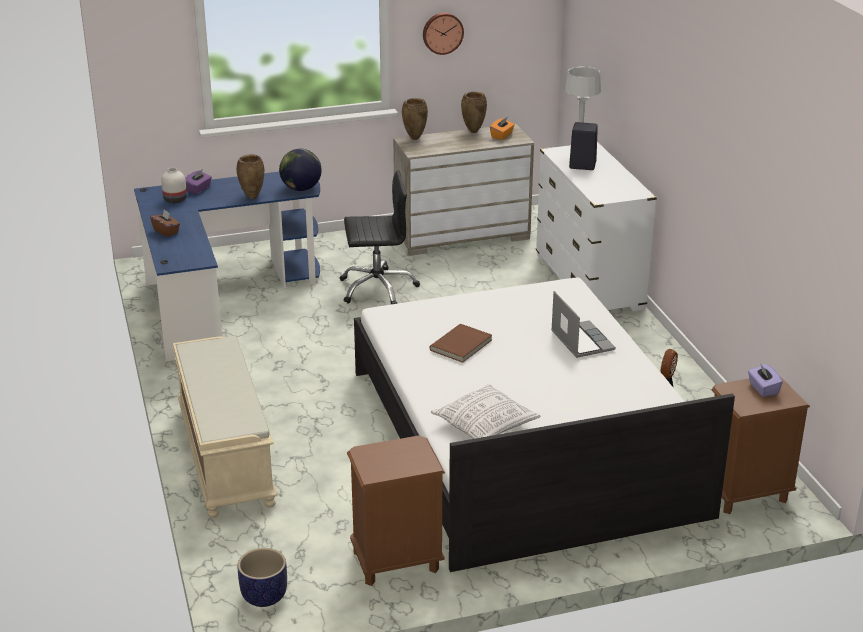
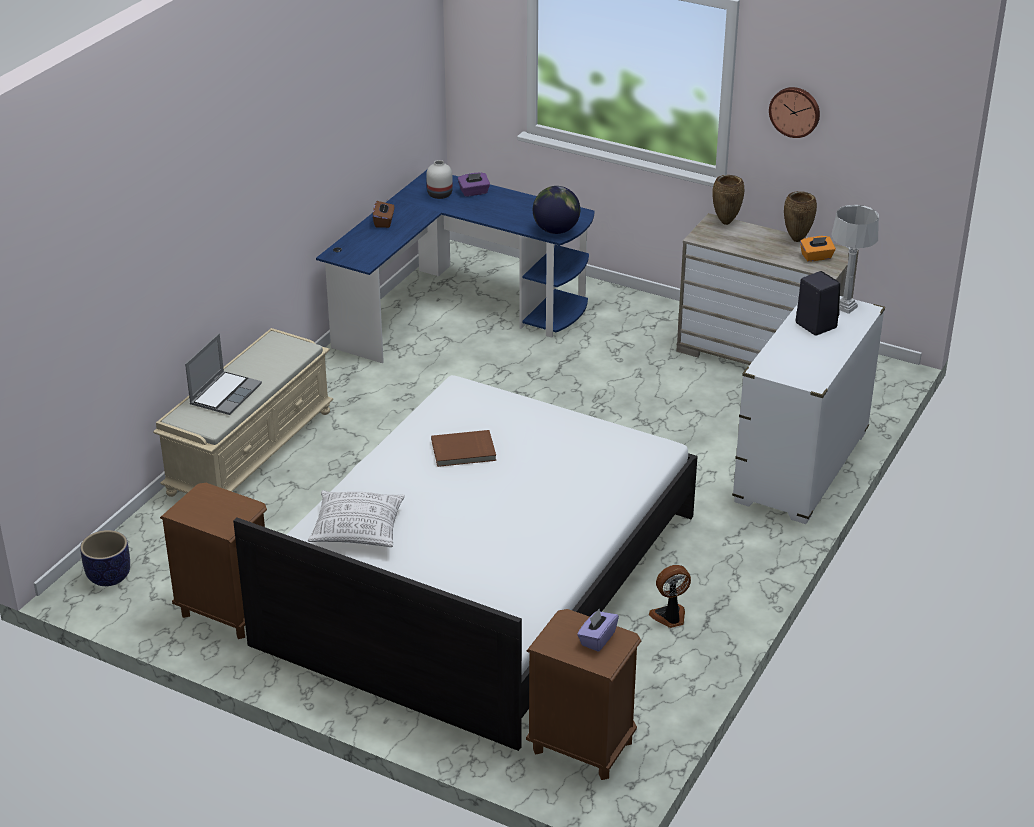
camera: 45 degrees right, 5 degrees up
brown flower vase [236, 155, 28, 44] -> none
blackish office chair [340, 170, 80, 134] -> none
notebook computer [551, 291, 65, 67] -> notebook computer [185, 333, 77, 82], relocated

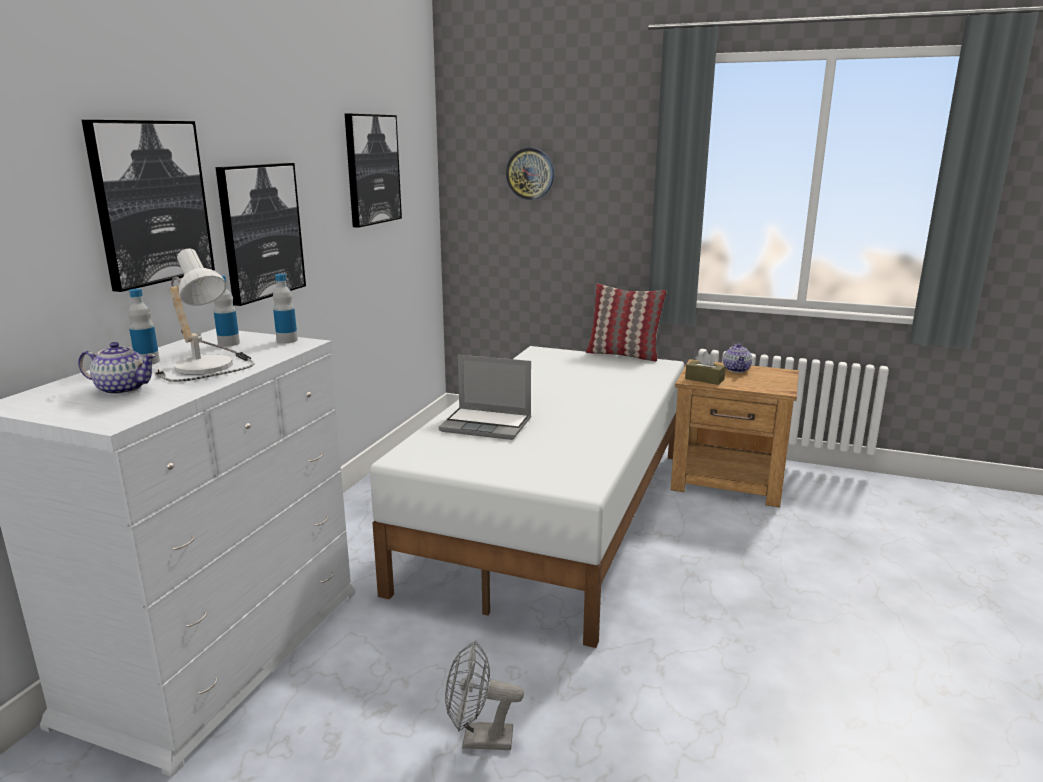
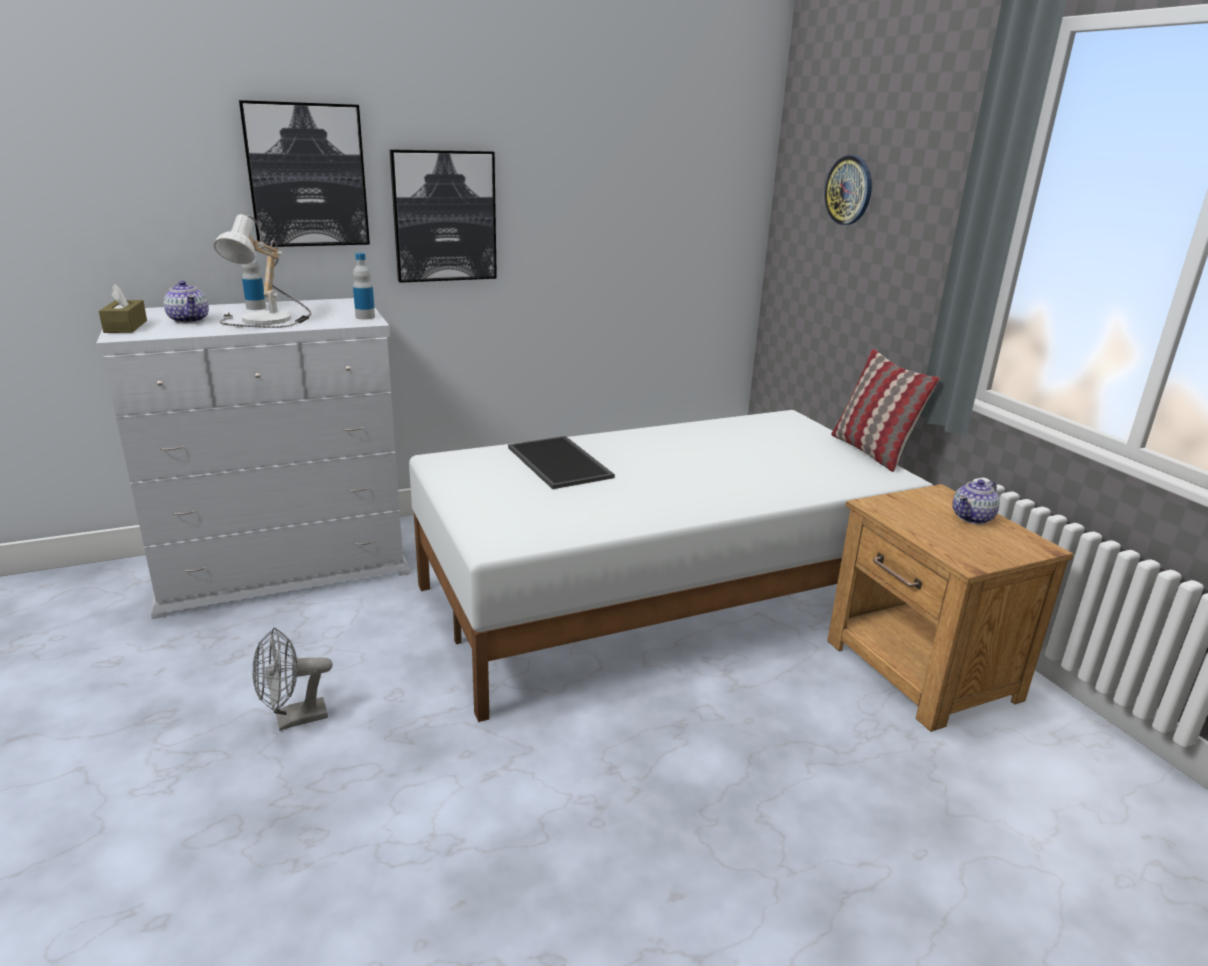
camera: 45 degrees right, 5 degrees up
bottle [214, 276, 26, 71] -> none
wall picture [345, 114, 57, 114] -> none
notebook computer [439, 355, 92, 85] -> carrying tray [508, 436, 107, 53]
grey fan [445, 640, 79, 110] -> grey fan [253, 627, 79, 104], 75 degrees counterclockwise
brown tissue box [685, 351, 41, 34] -> brown tissue box [99, 284, 48, 49], relocated

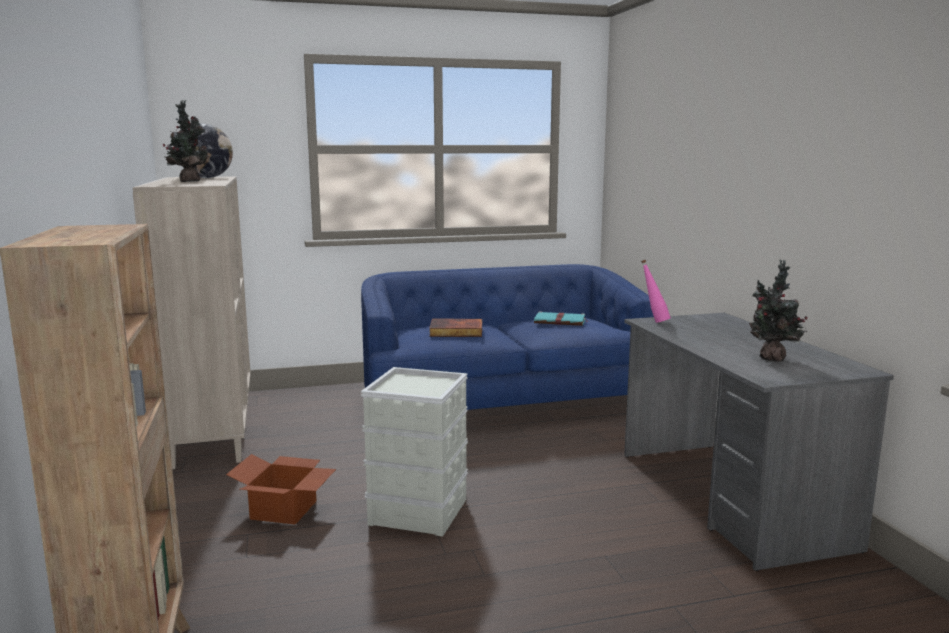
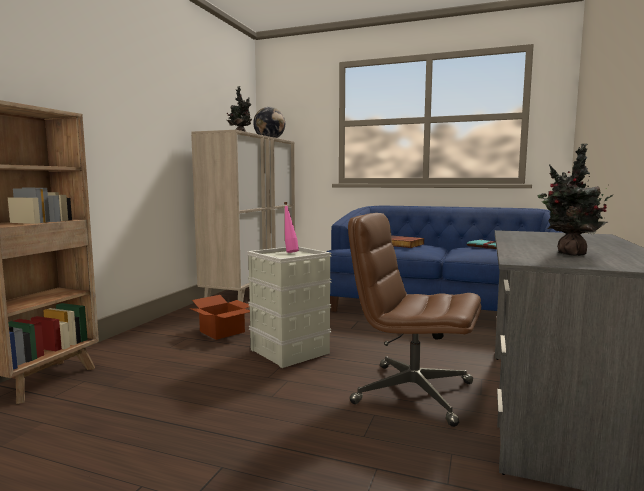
camera: 35 degrees right, 5 degrees down
pink-coloured bottle [641, 260, 30, 63] -> pink-coloured bottle [284, 202, 15, 51], relocated
none -> brown office chair [348, 213, 133, 214]

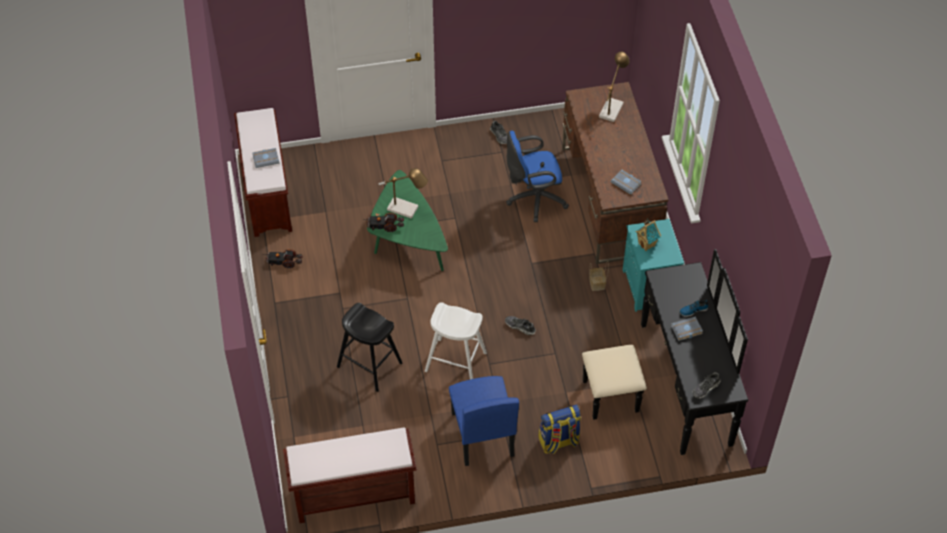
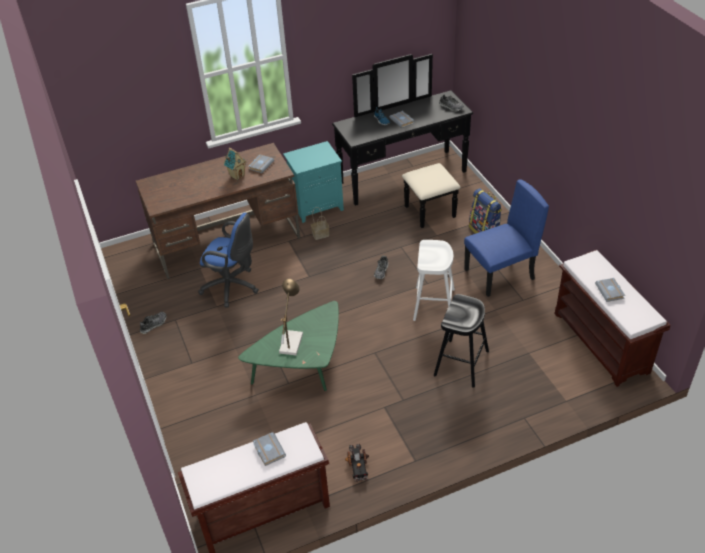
camera: 100 degrees left, 10 degrees down
model truck [363, 213, 41, 19] -> none
blue-coloured office chair [506, 131, 63, 91] -> blue-coloured office chair [198, 213, 61, 94], 45 degrees counterclockwise
tabletop lamp [599, 52, 31, 70] -> none
toy house [635, 218, 26, 33] -> toy house [223, 148, 24, 32], relocated
none -> grey volume [595, 278, 30, 24]

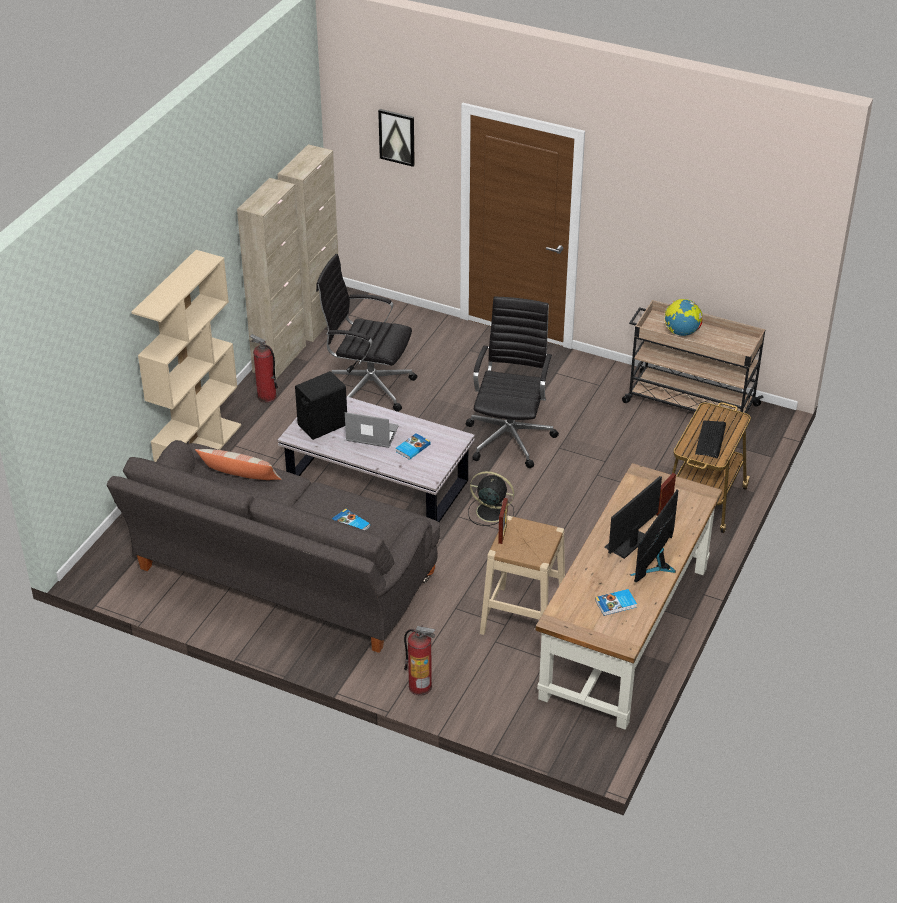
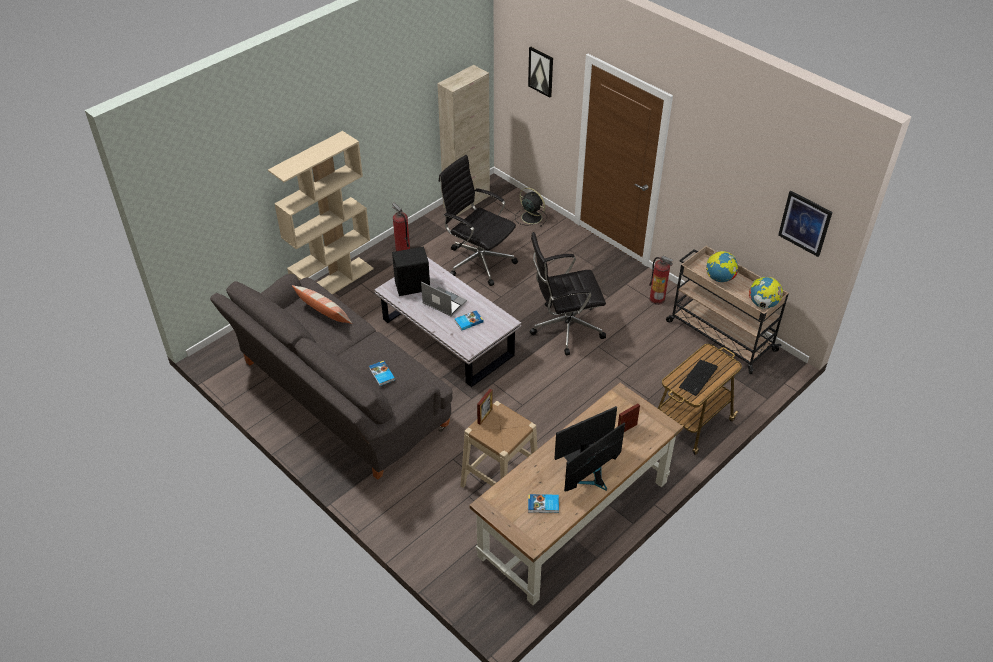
camera: 20 degrees right, 5 degrees up
sand-coloured cabinet [237, 178, 69, 202] -> none
extinguisher [404, 625, 31, 71] -> extinguisher [649, 256, 25, 49], relocated
blackish office chair [466, 297, 93, 171] -> blackish office chair [530, 232, 76, 123], 135 degrees counterclockwise
blackish fan [468, 471, 46, 55] -> blackish fan [515, 188, 32, 39], relocated
none -> desk globe [749, 277, 34, 32]
none -> wall picture [778, 191, 55, 66]

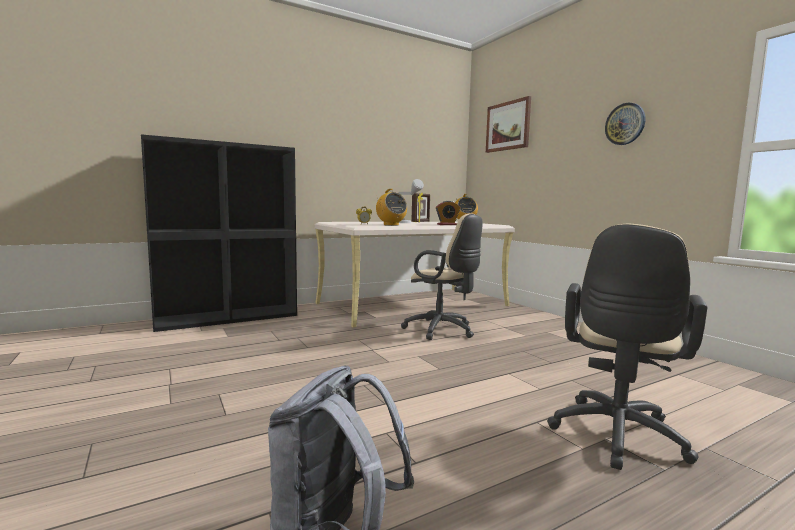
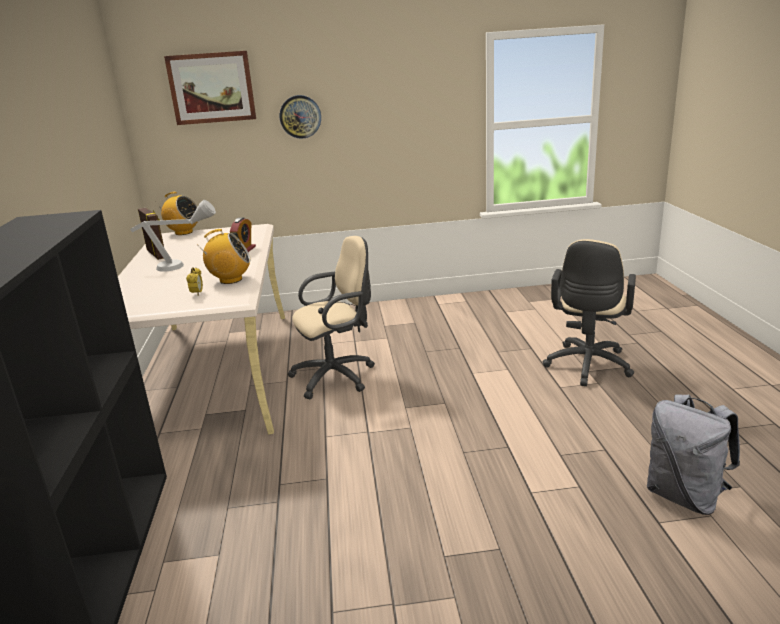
camera: 65 degrees left, 15 degrees up
sand-coloured office chair [547, 224, 160, 246] -> sand-coloured office chair [543, 239, 93, 147], 60 degrees clockwise
clock on the wall [605, 103, 40, 42] -> clock on the wall [280, 95, 41, 44], relocated

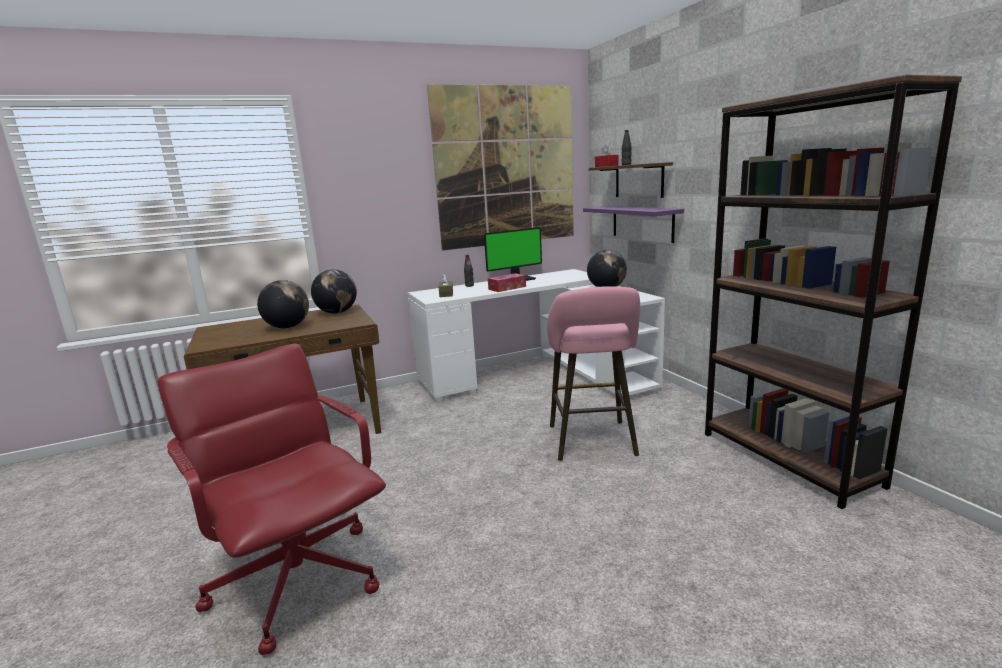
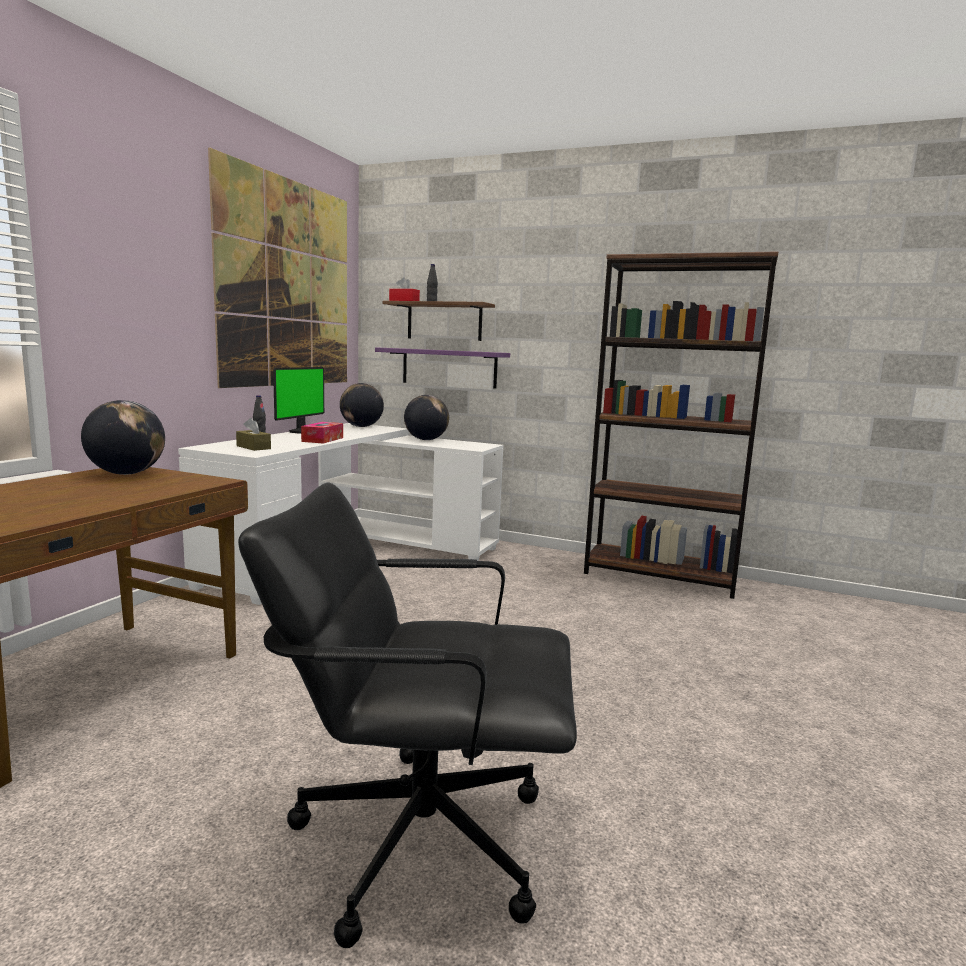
camera: 45 degrees left, 5 degrees down
red-coloured office chair [158, 344, 228, 311] -> blackish office chair [238, 482, 339, 466]
desk globe [257, 280, 52, 48] -> desk globe [340, 383, 44, 44], relocated
pink-coloured stool [547, 286, 93, 175] -> none

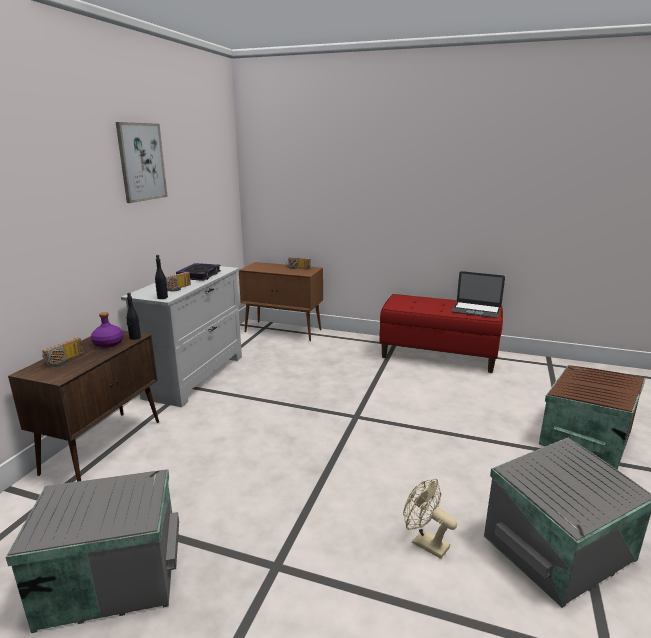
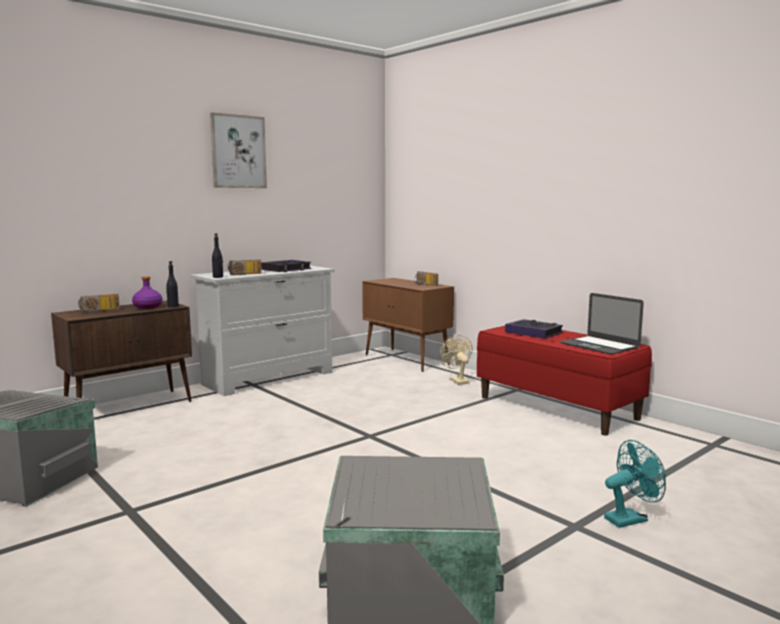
camera: 30 degrees right, 10 degrees down
sand-coloured fan [403, 479, 54, 80] -> sand-coloured fan [440, 335, 32, 50], relocated
brown storage box [539, 365, 107, 105] -> blue-green fan [604, 440, 62, 88]
none -> volume [505, 319, 58, 20]

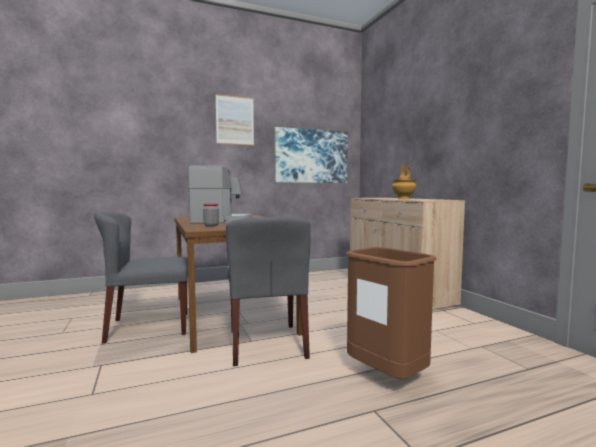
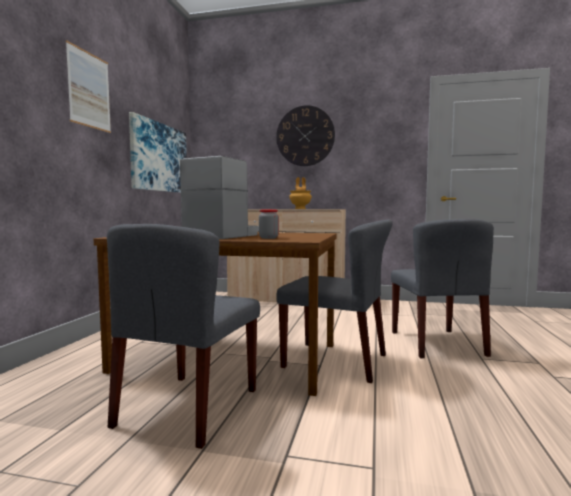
camera: 55 degrees left, 0 degrees up
brown rubbish bin [346, 247, 91, 132] -> grey plain chair [391, 219, 103, 139]
none -> clock on the wall [276, 105, 59, 61]

